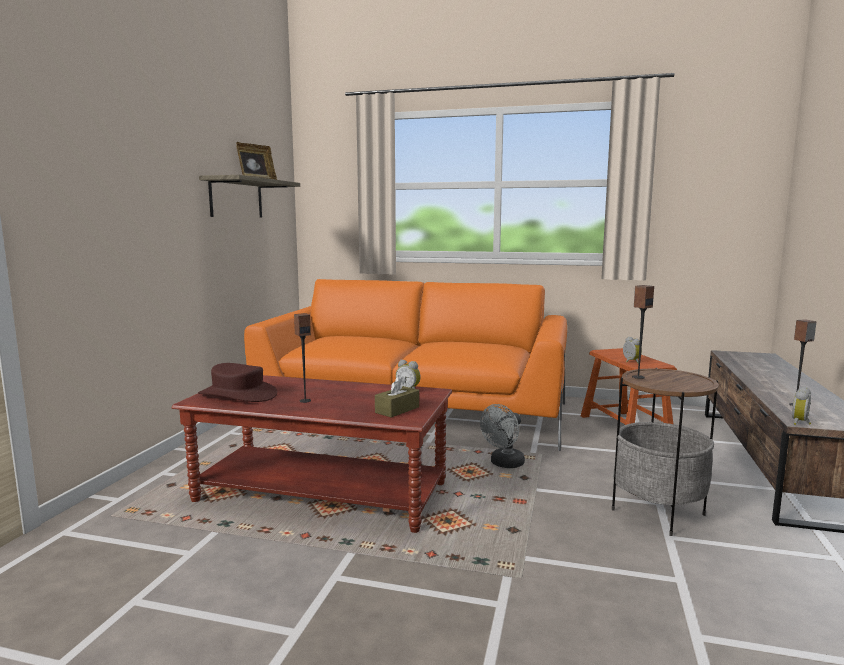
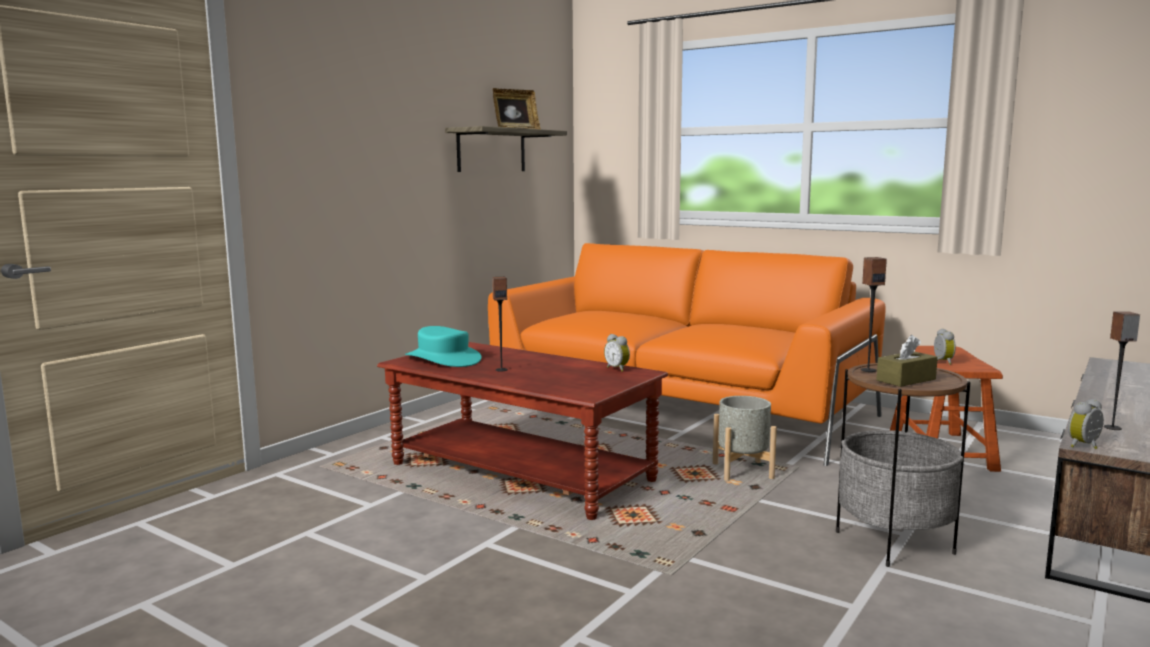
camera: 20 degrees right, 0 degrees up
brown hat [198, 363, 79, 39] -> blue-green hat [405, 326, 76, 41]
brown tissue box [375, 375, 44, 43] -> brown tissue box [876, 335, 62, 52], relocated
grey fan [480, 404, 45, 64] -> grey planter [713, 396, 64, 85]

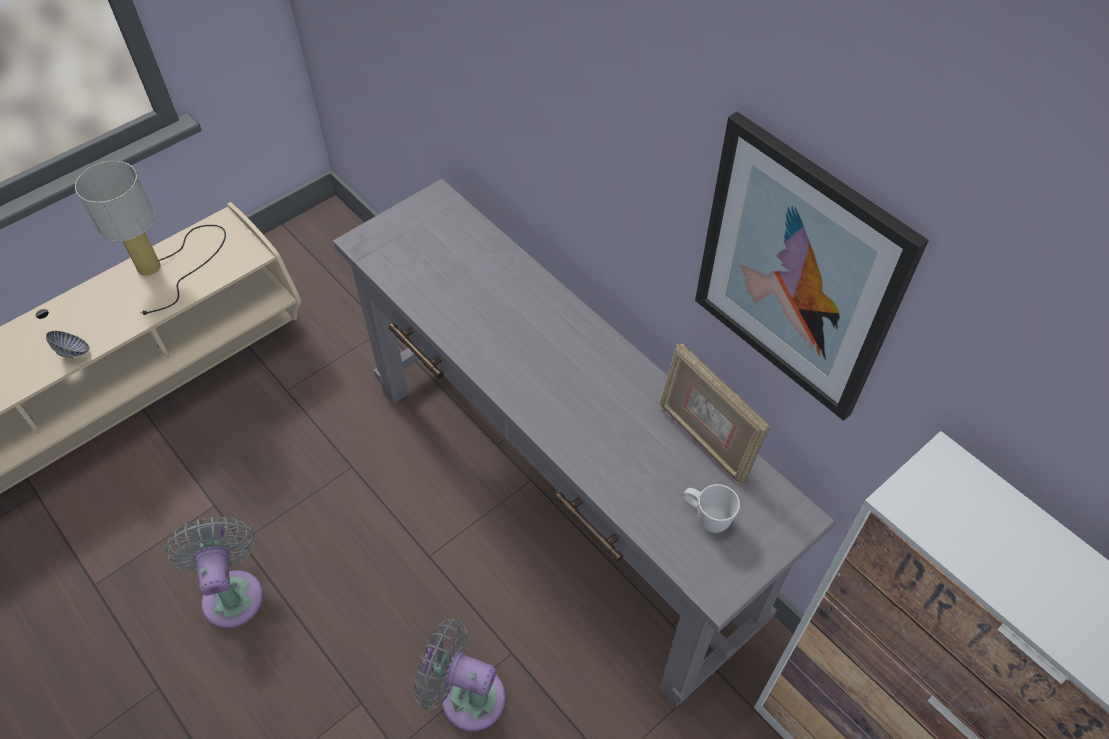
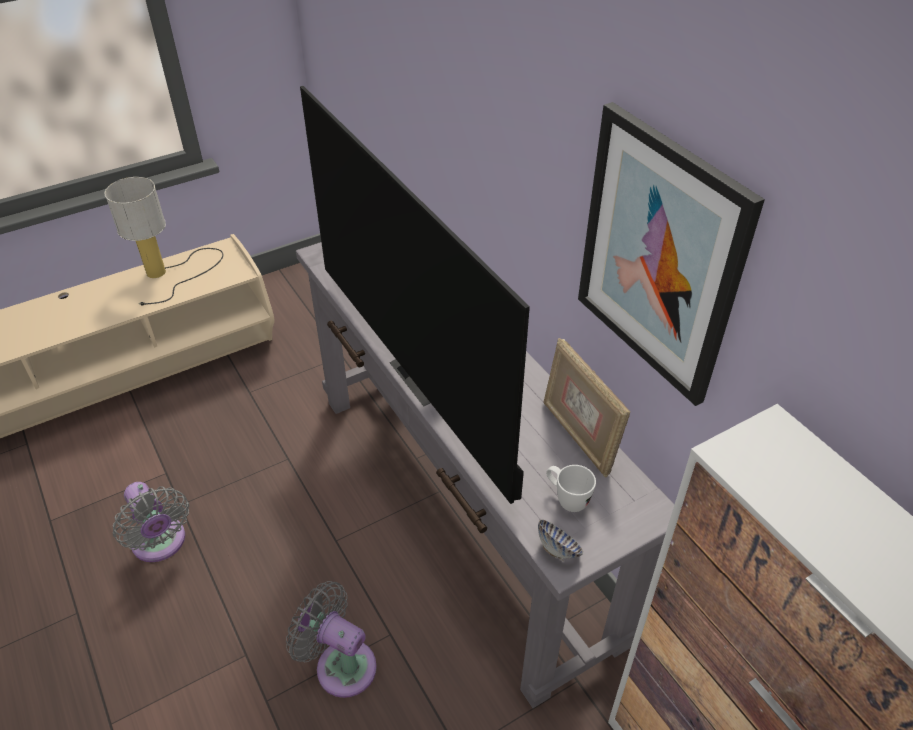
camera: 10 degrees right, 10 degrees down
bowl [46, 331, 43, 28] -> bowl [538, 520, 45, 41], relocated
grey fan [165, 517, 98, 111] -> grey fan [113, 482, 76, 80], 150 degrees clockwise
none -> TV [300, 86, 230, 418]

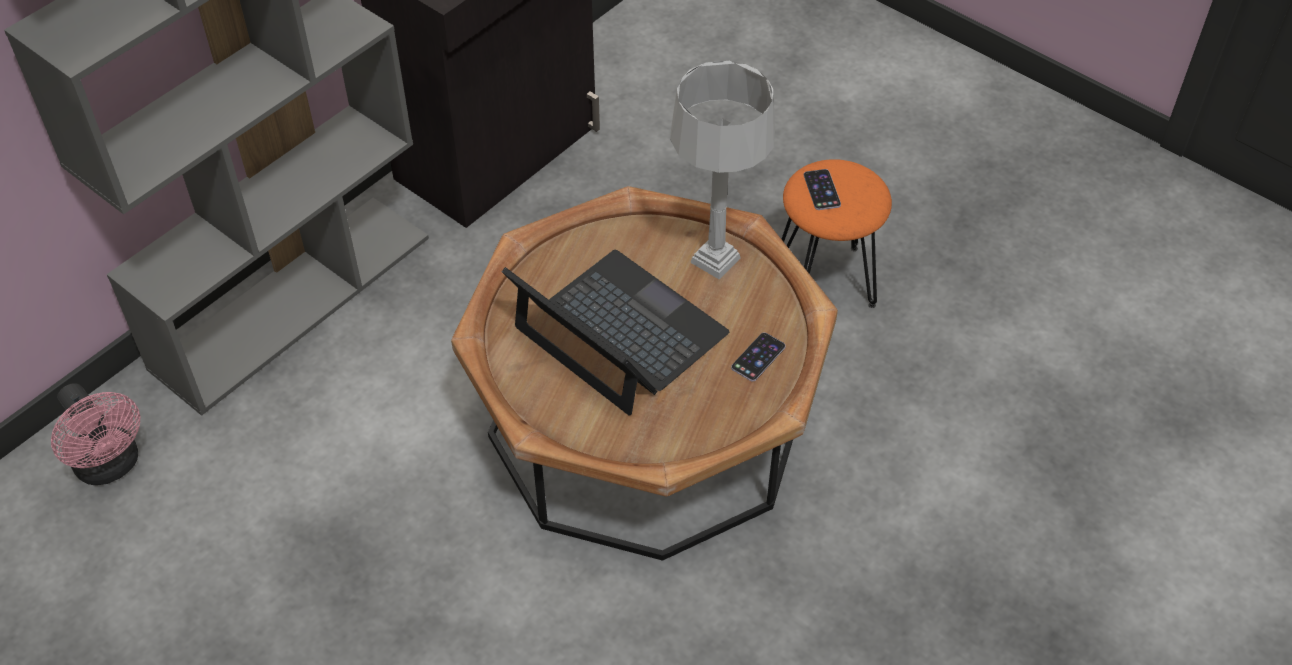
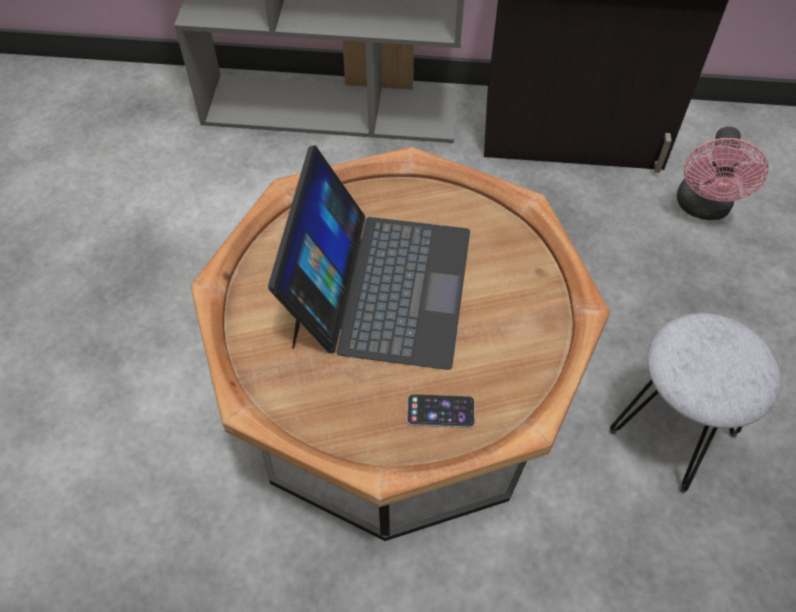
camera: 55 degrees right, 5 degrees up
pink-coloured fan [51, 383, 89, 102] -> pink-coloured fan [677, 127, 92, 93], relocated
grey tabletop lamp [670, 61, 105, 218] -> none
orangey stool [782, 159, 110, 149] -> grey stool [609, 313, 172, 180]
handset [804, 169, 37, 41] -> none

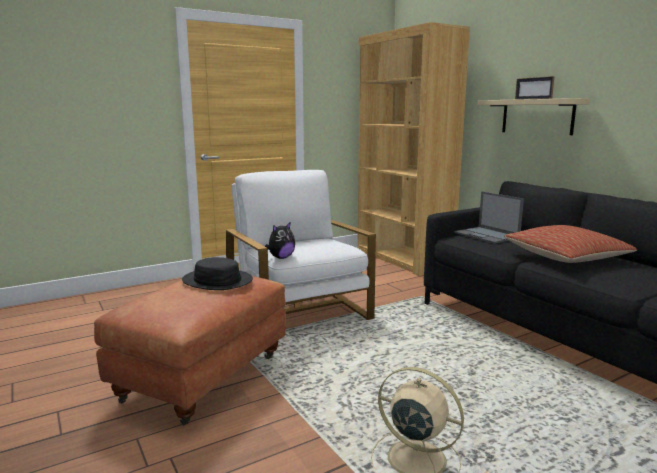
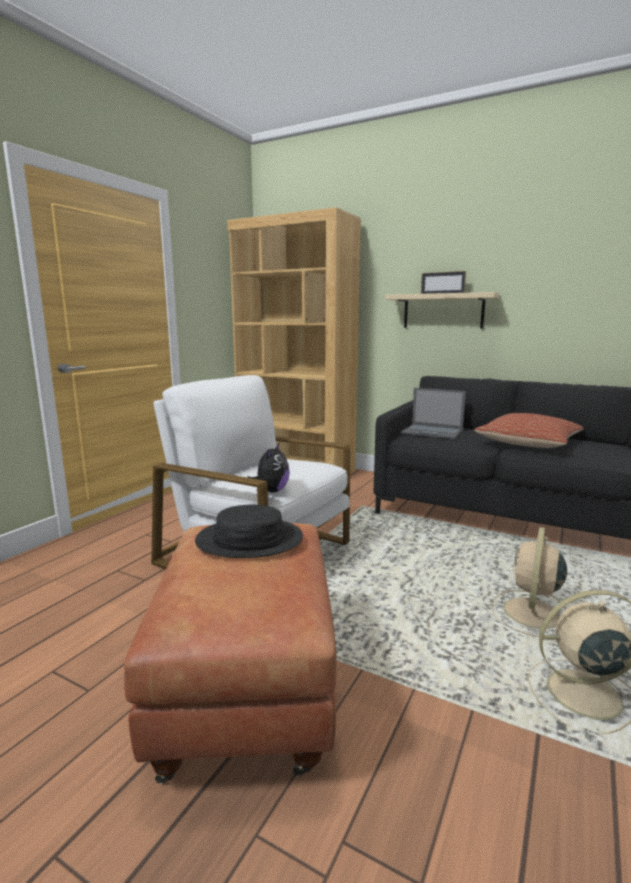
camera: 30 degrees left, 0 degrees up
none -> sand-coloured fan [491, 527, 76, 110]

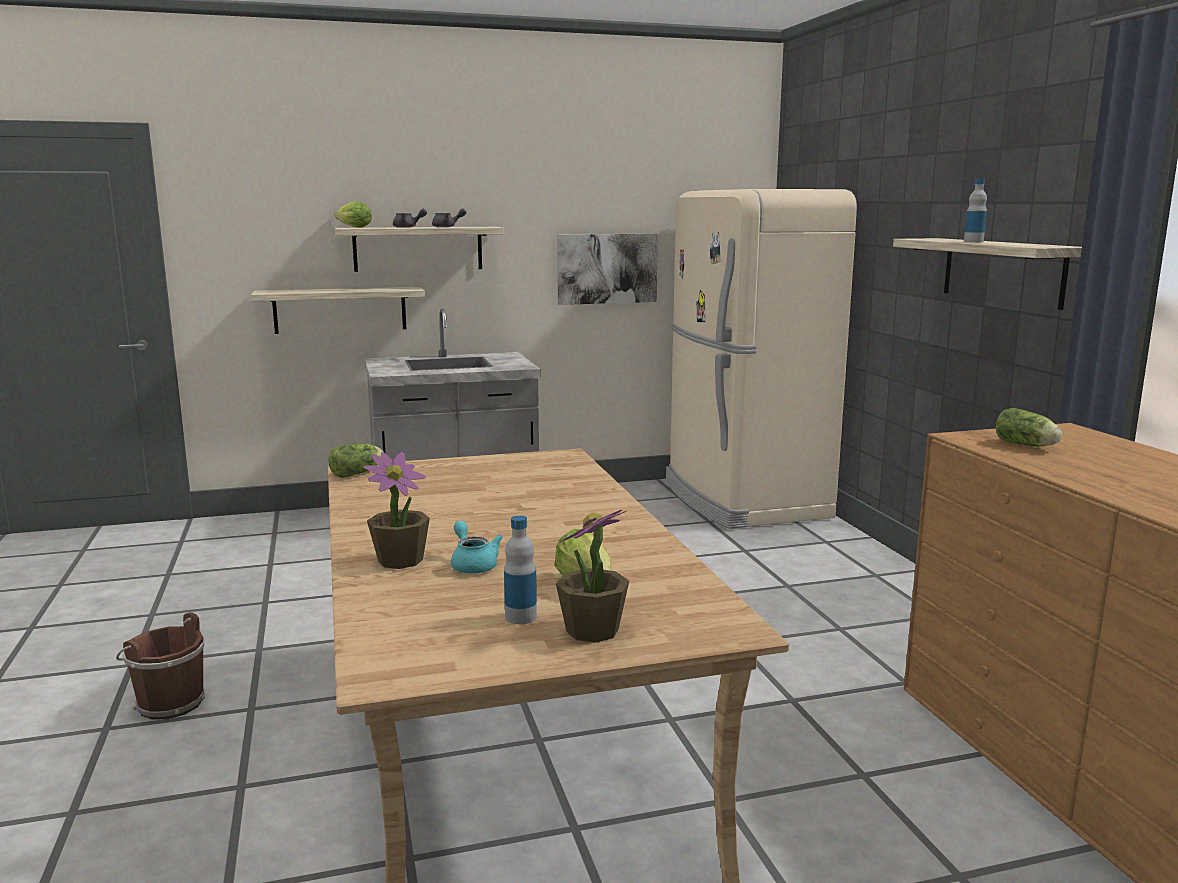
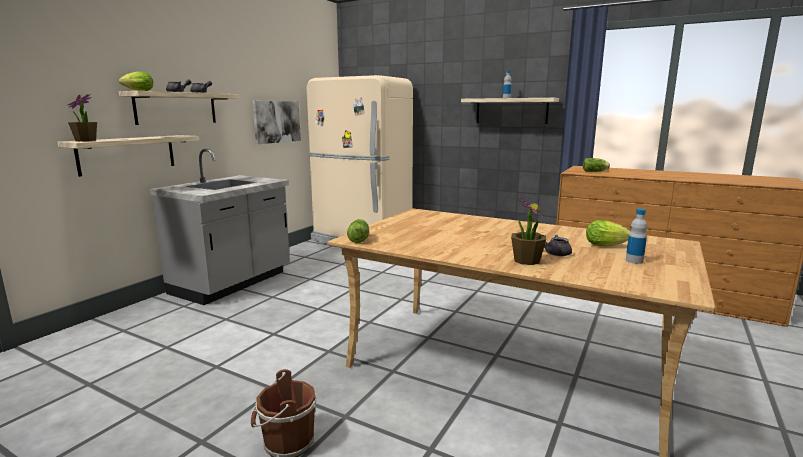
camera: 45 degrees left, 0 degrees up
blue-green tea pot [451, 521, 52, 53] -> grey tea pot [536, 232, 36, 24]
potted plant [556, 510, 73, 133] -> potted plant [68, 94, 29, 47], relocated

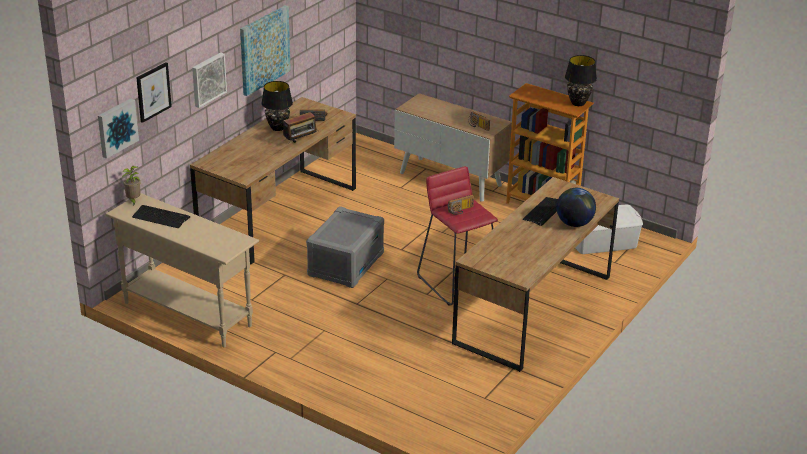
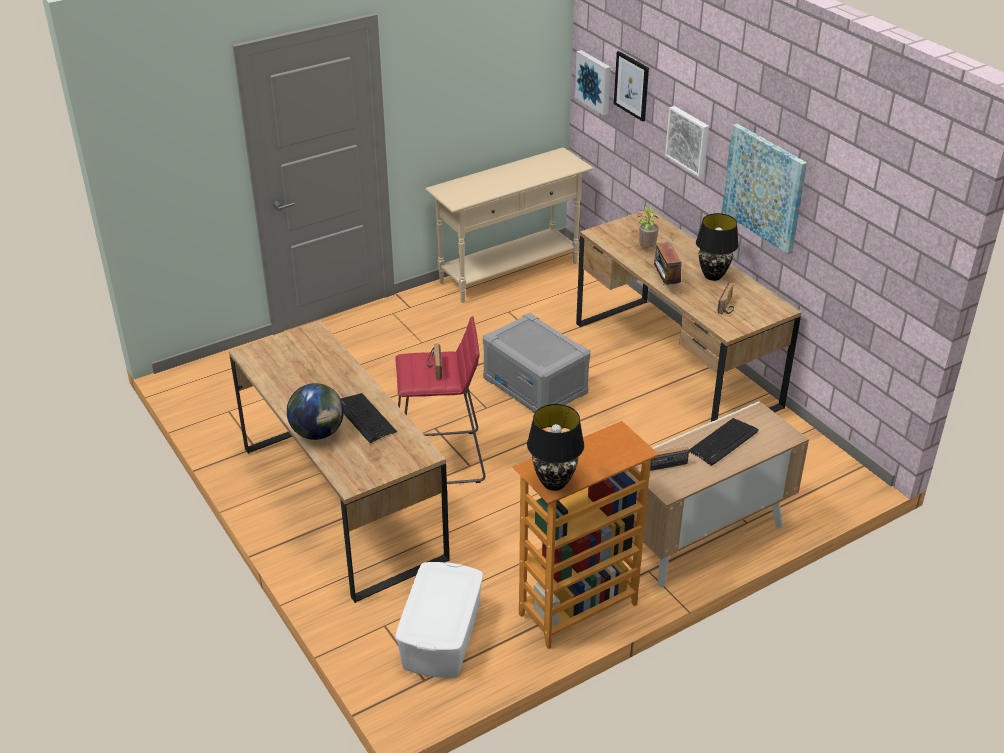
camera: 115 degrees right, 5 degrees up
potted plant [122, 166, 19, 38] -> potted plant [636, 206, 23, 41], relocated
PC keyboard [132, 205, 58, 23] -> PC keyboard [689, 418, 70, 48], relocated

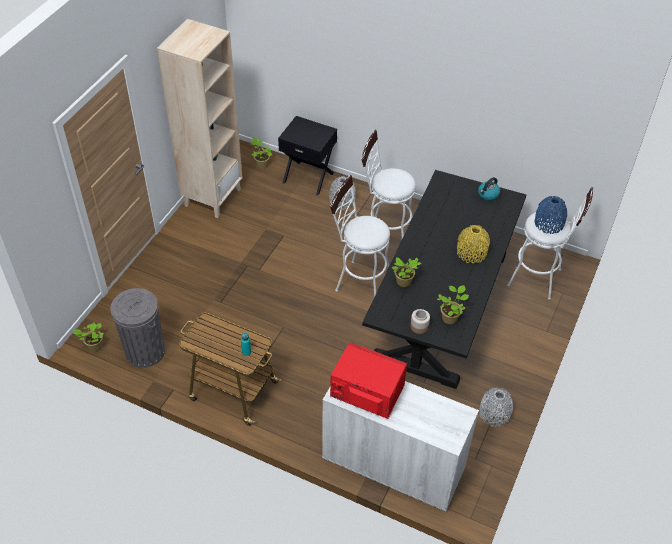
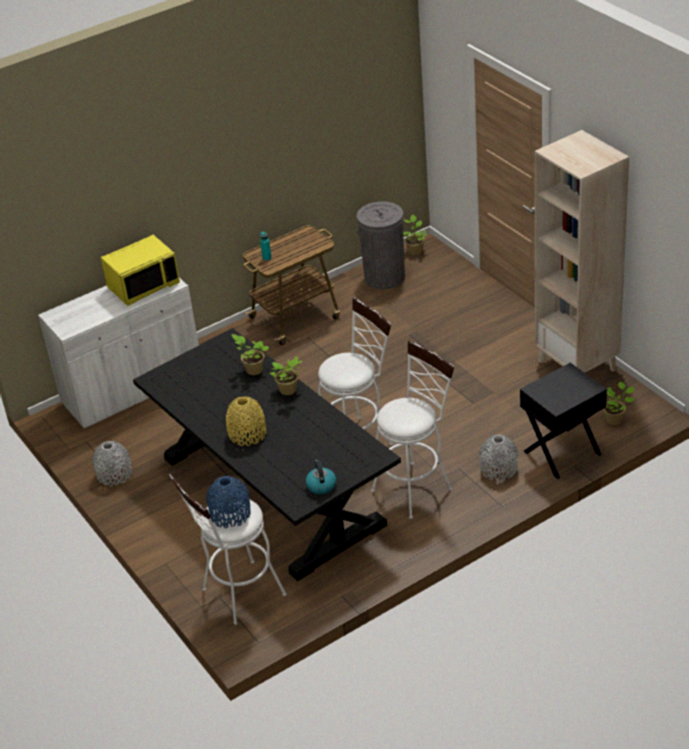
camera: 125 degrees right, 10 degrees down
red-coloured microwave oven [330, 342, 77, 77] -> yellowish microwave oven [101, 235, 79, 71]
storage jar [410, 309, 20, 25] -> none
potted plant [437, 285, 32, 39] -> potted plant [270, 356, 32, 39], relocated

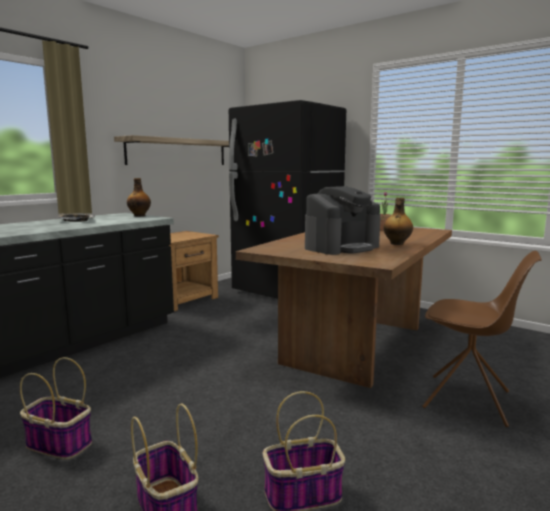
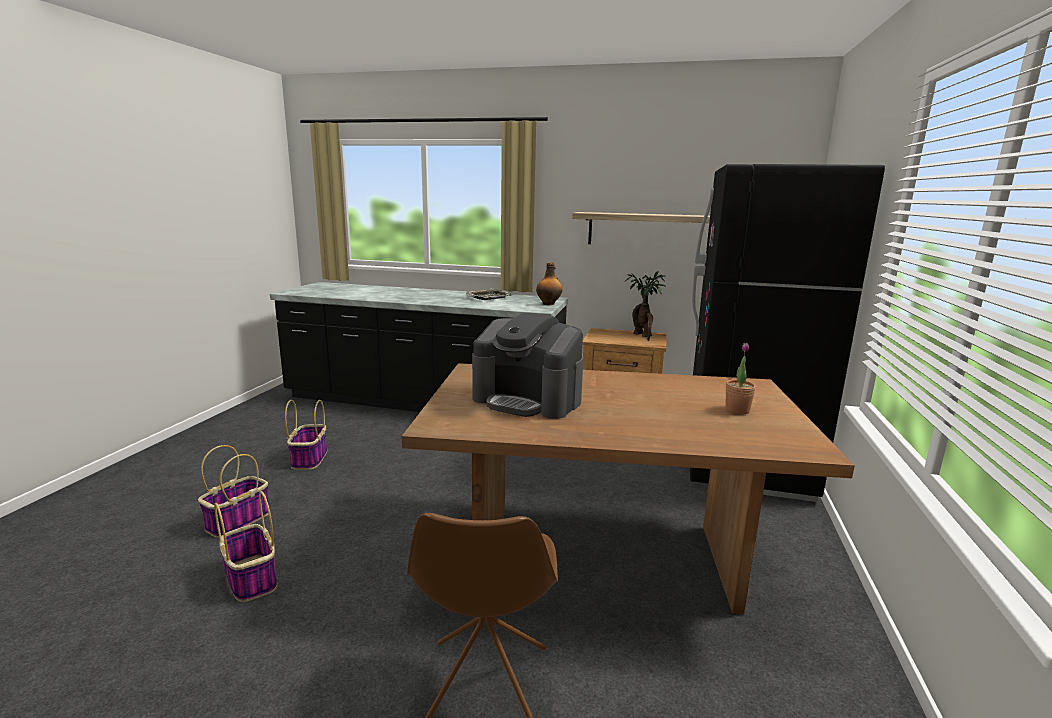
camera: 65 degrees right, 5 degrees up
bottle [383, 198, 30, 47] -> none
none -> potted plant [625, 271, 40, 70]

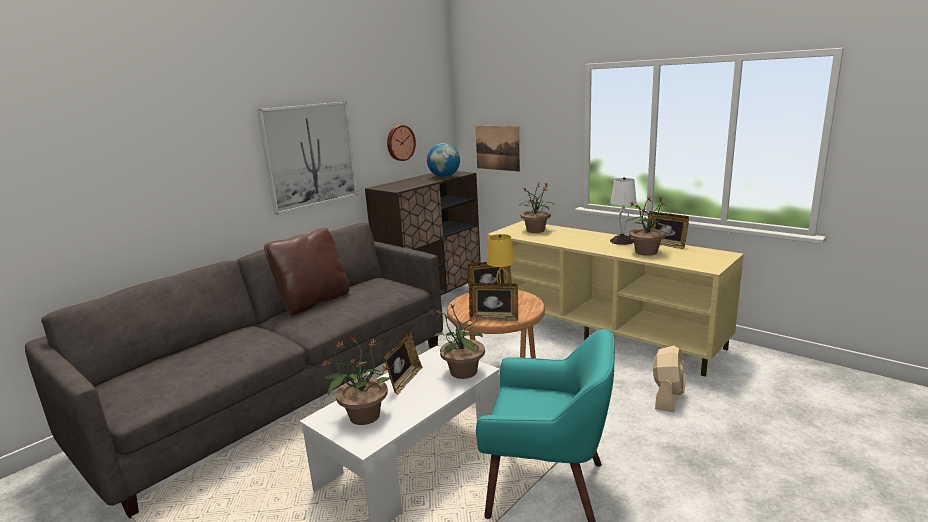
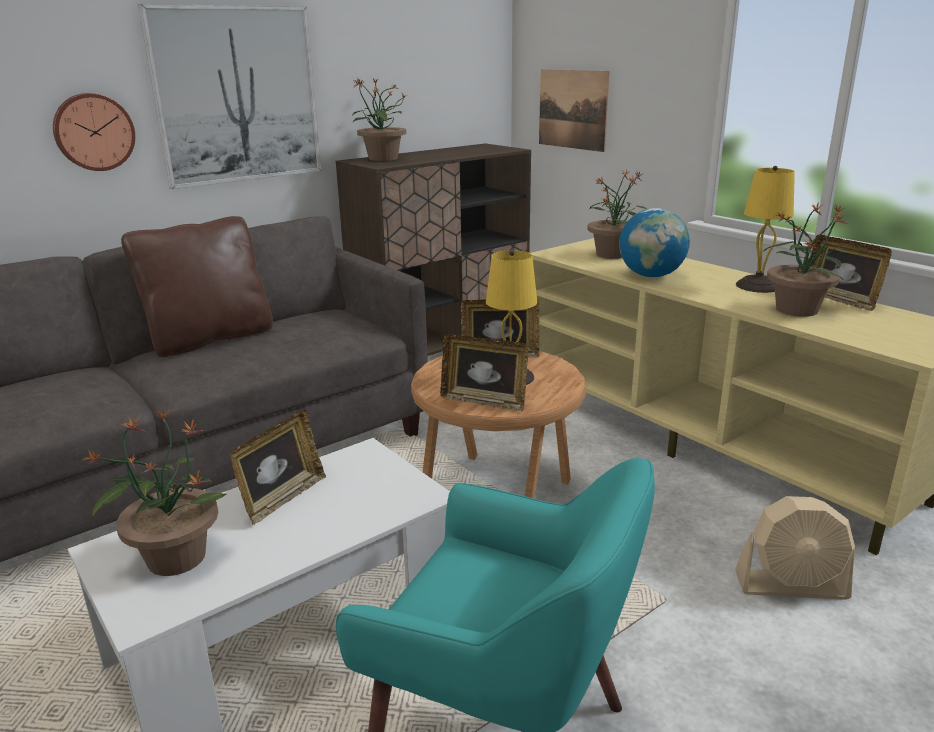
camera: 10 degrees right, 5 degrees up
clock on the wall [387, 125, 29, 36] -> clock on the wall [53, 93, 82, 78], relocated
desk globe [427, 143, 33, 34] -> desk globe [619, 208, 71, 69], relocated
potted plant [433, 303, 52, 76] -> potted plant [352, 78, 55, 83], relocated
white-coloured tabletop lamp [610, 177, 27, 68] -> yellowish tabletop lamp [736, 166, 59, 127]
sand-coloured fan [653, 345, 33, 67] -> sand-coloured fan [735, 496, 120, 104], 60 degrees clockwise

